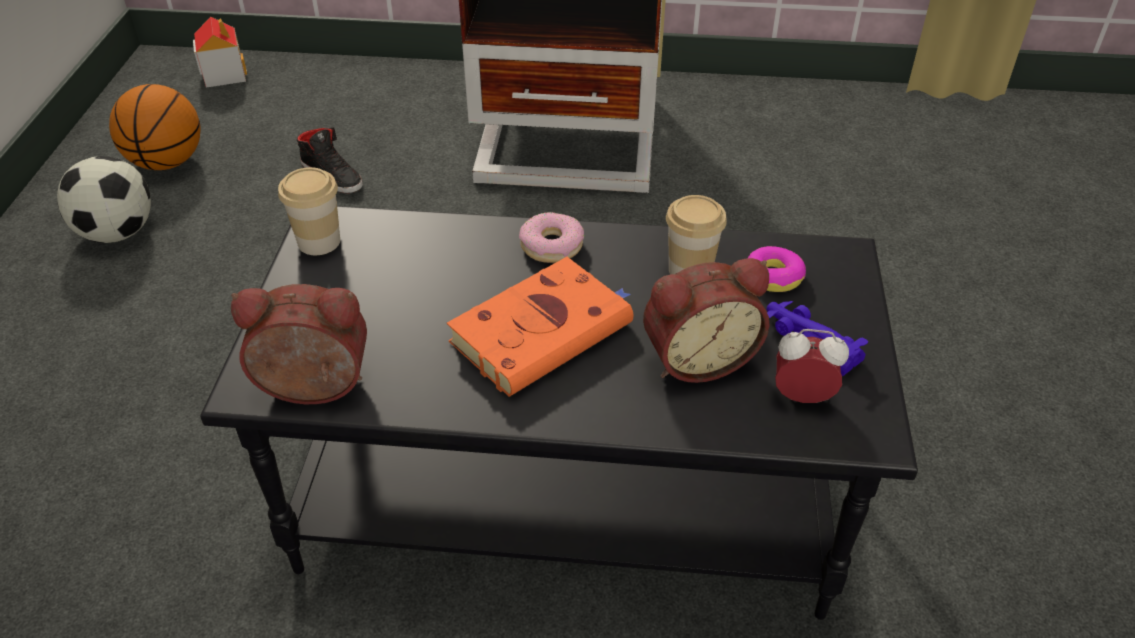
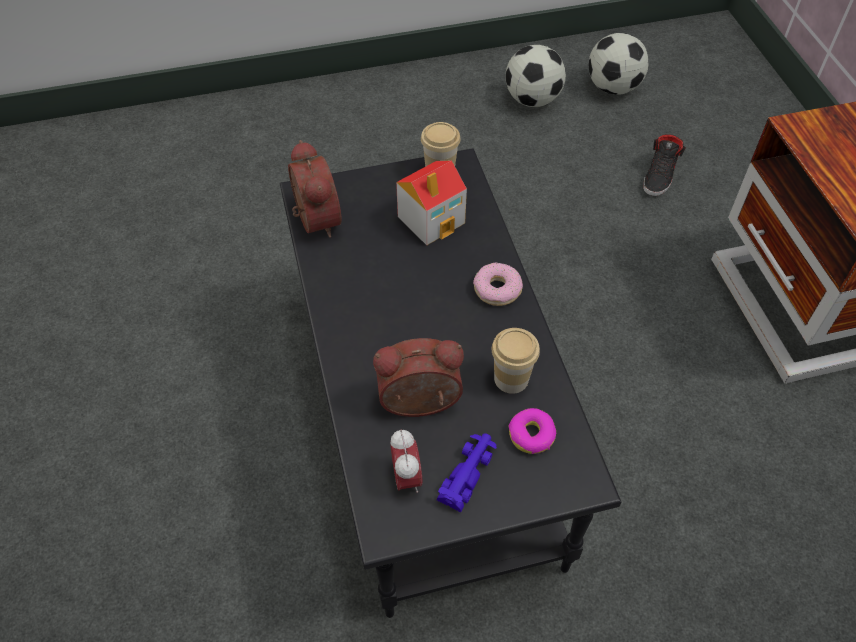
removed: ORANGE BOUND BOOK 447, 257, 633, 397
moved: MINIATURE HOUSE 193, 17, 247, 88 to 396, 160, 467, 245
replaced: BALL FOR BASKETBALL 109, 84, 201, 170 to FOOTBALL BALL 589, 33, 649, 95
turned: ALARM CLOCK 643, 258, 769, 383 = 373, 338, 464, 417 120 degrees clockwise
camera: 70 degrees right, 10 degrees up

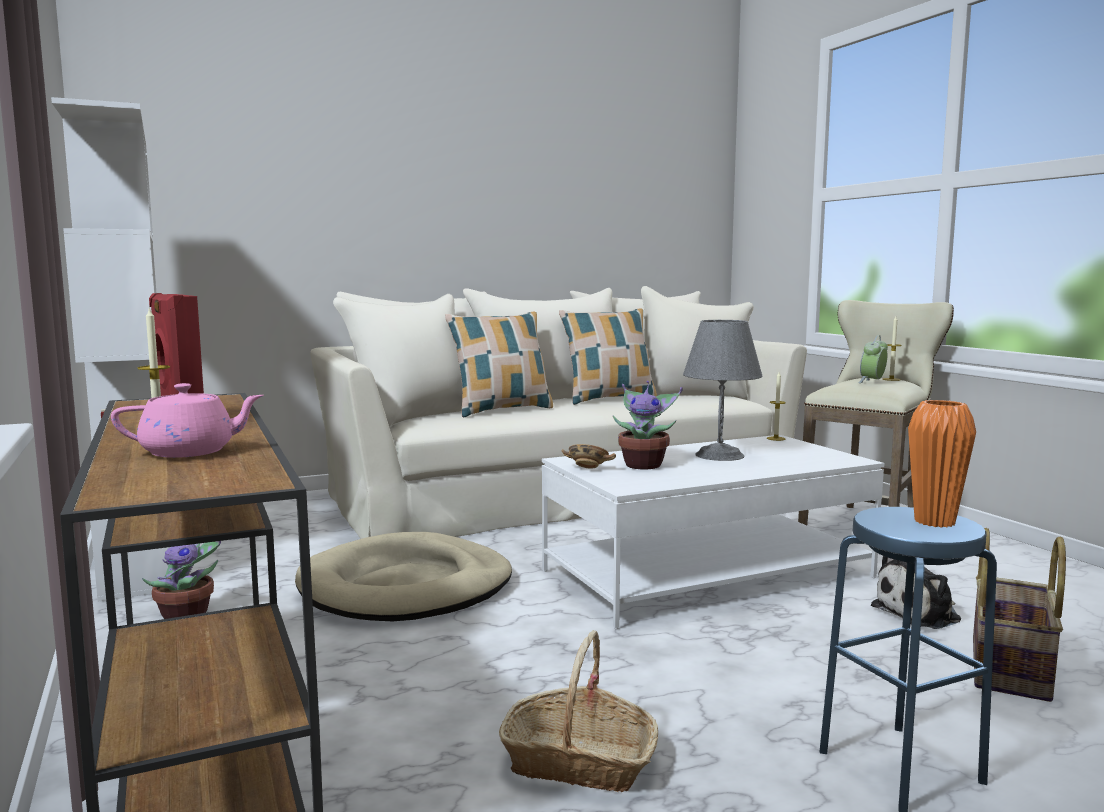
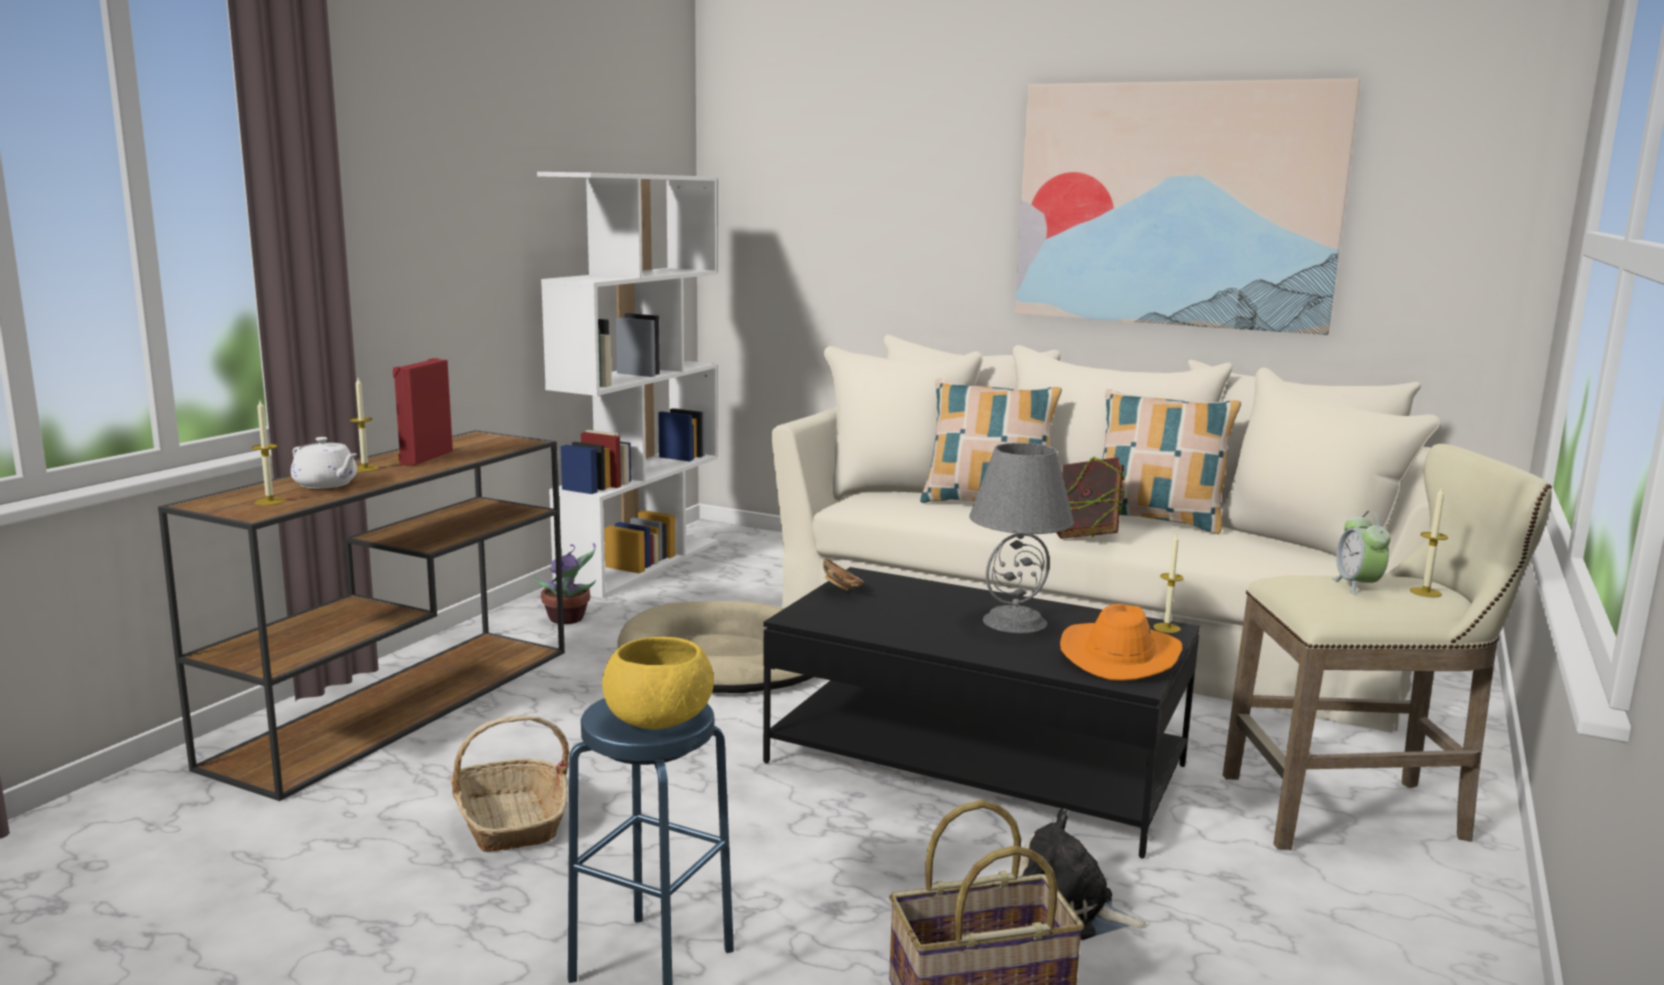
removed: POTTED PLANT 613, 381, 683, 469
added: WAX LIGHT 251, 400, 285, 505; WALL ART 1015, 78, 1360, 335; BOUND BOOK 1056, 457, 1125, 539; ORANGE WEARABLE HAT 1060, 604, 1182, 681
replaced: ORANGE VASE 908, 400, 976, 528 to YELLOW BOWL 602, 637, 714, 729
recoloured: PINKISH TEA POT 111, 383, 264, 458 to WHITE-COLOURED TEA POT 291, 437, 357, 489; WHITE-COLOURED LOUNGE TABLE 542, 435, 884, 629 to BLACK-COLOURED LOUNGE TABLE 763, 567, 1200, 859
turned: ALARM CLOCK 859, 335, 888, 383 = 1332, 511, 1391, 595 90 degrees counterclockwise
camera: 50 degrees right, 5 degrees up

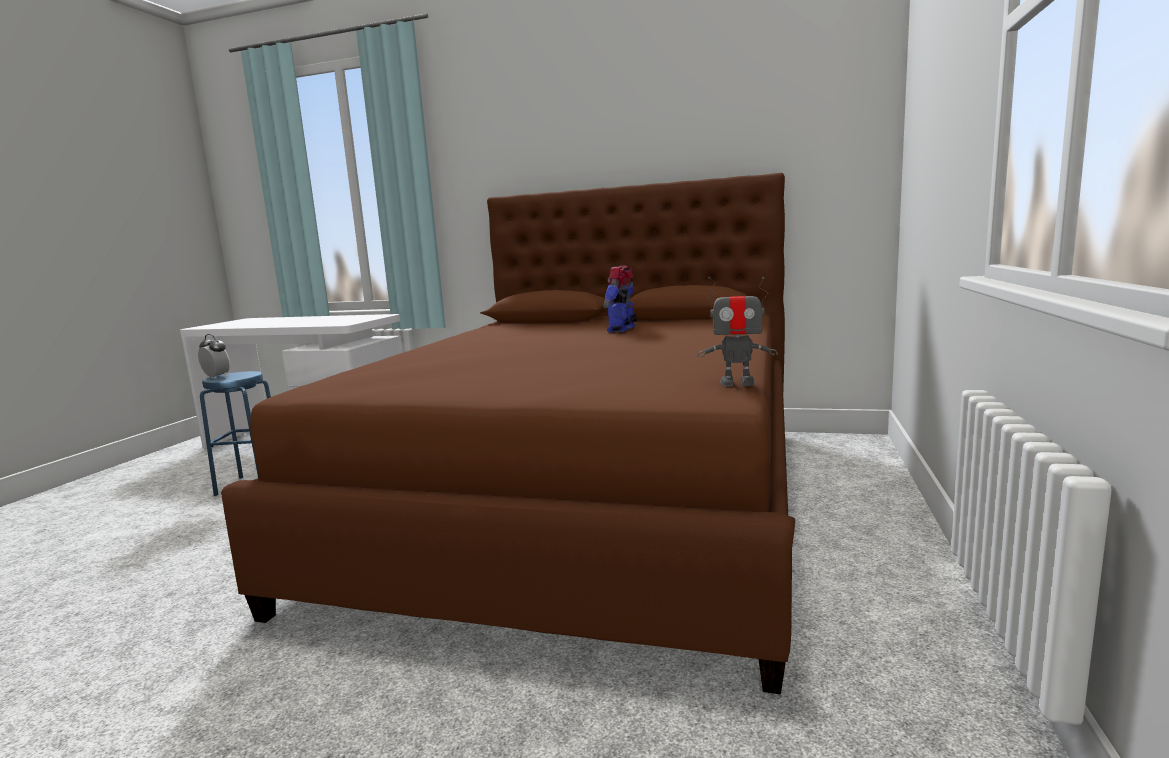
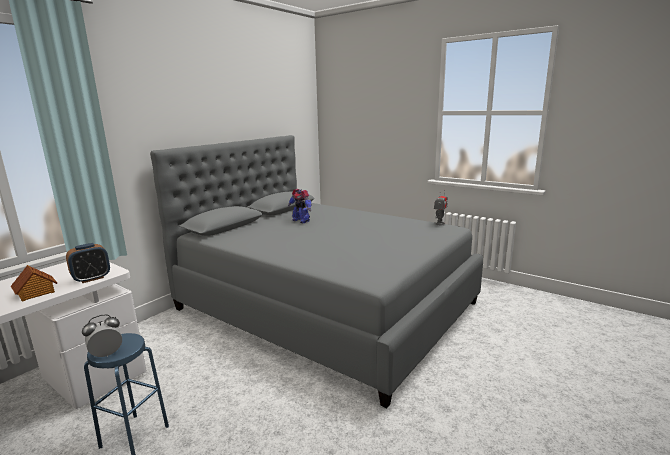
added: MINIATURE HOUSE 11, 265, 58, 302; ALARM CLOCK 66, 243, 110, 283
recoloured: BROWN SLEEPING BED 221, 173, 795, 694 to GRAY SLEEPING BED 150, 135, 483, 408
camera: 70 degrees left, 5 degrees up

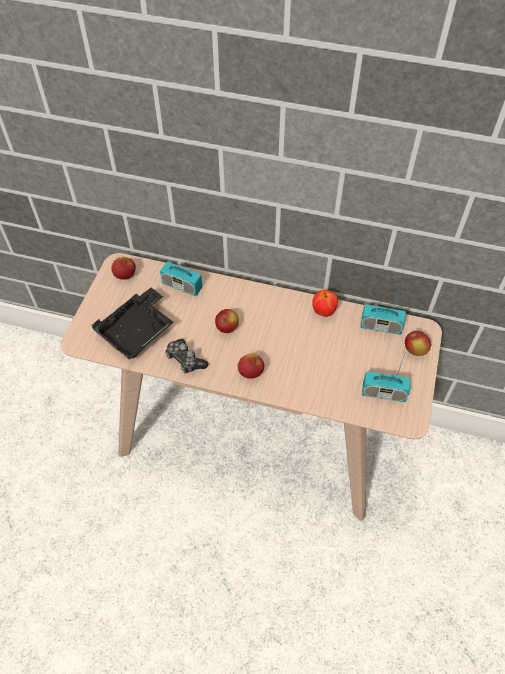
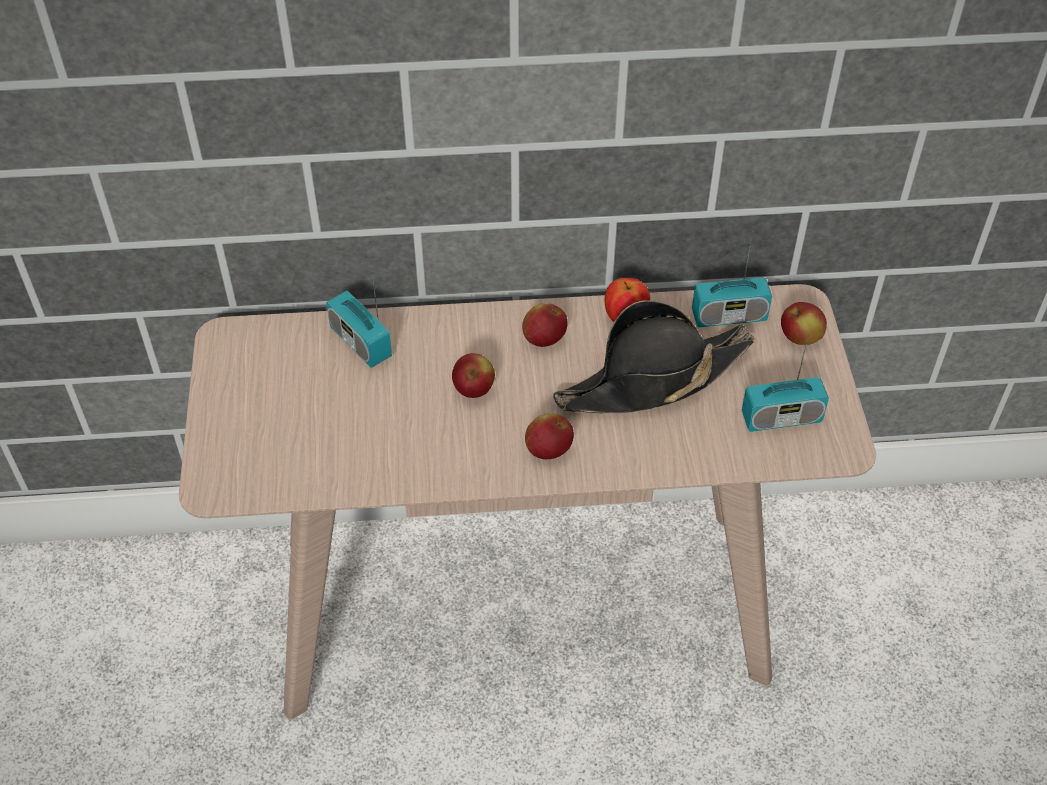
removed: BLACK-COLOURED CARRYING TRAY 92, 287, 174, 360; GAME CONTROLLER 165, 339, 208, 373
added: BLACK-COLOURED WEARABLE HAT 553, 300, 755, 414
moved: APPLE 111, 257, 136, 280 to 522, 303, 568, 347
turned: RADIO 160, 246, 202, 296 = 326, 266, 392, 368 45 degrees clockwise
camera: 20 degrees left, 5 degrees down

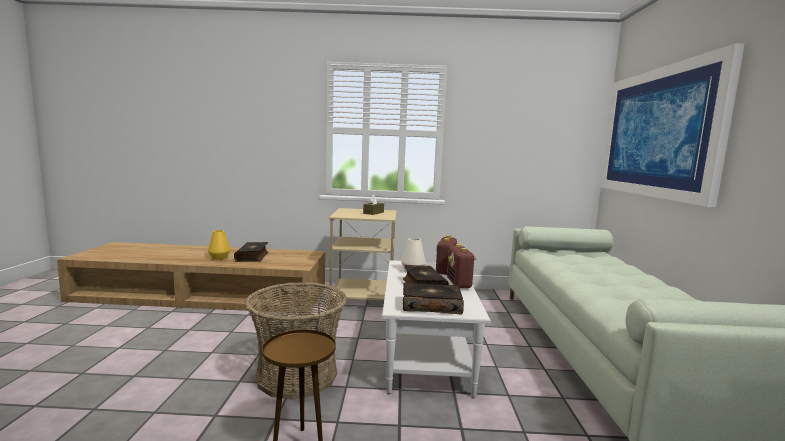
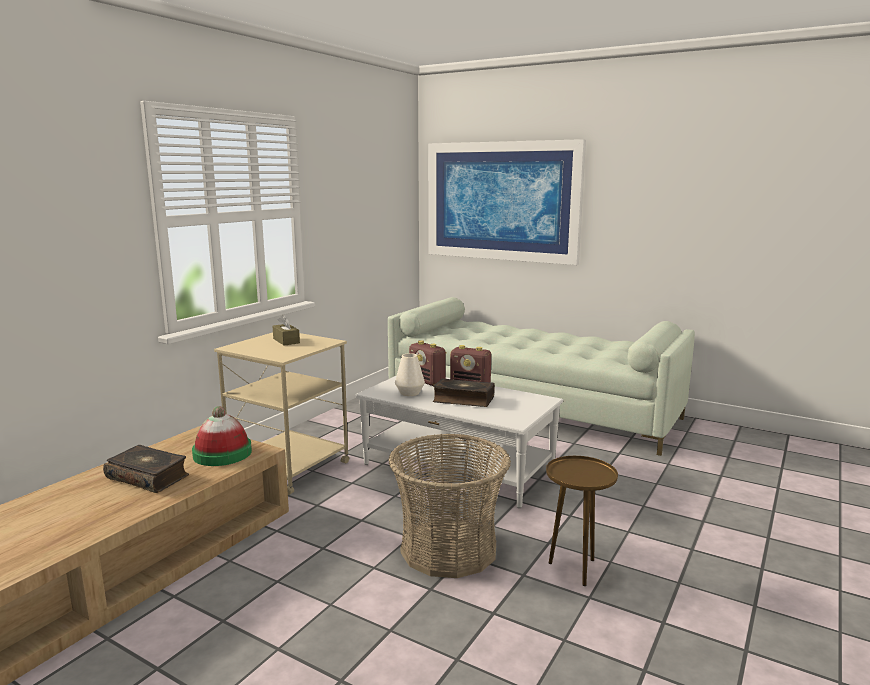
removed: YELLOW VASE 208, 230, 230, 260; BOUND BOOK 403, 283, 464, 315
added: WEARABLE HAT 192, 406, 252, 466
camera: 60 degrees left, 5 degrees up

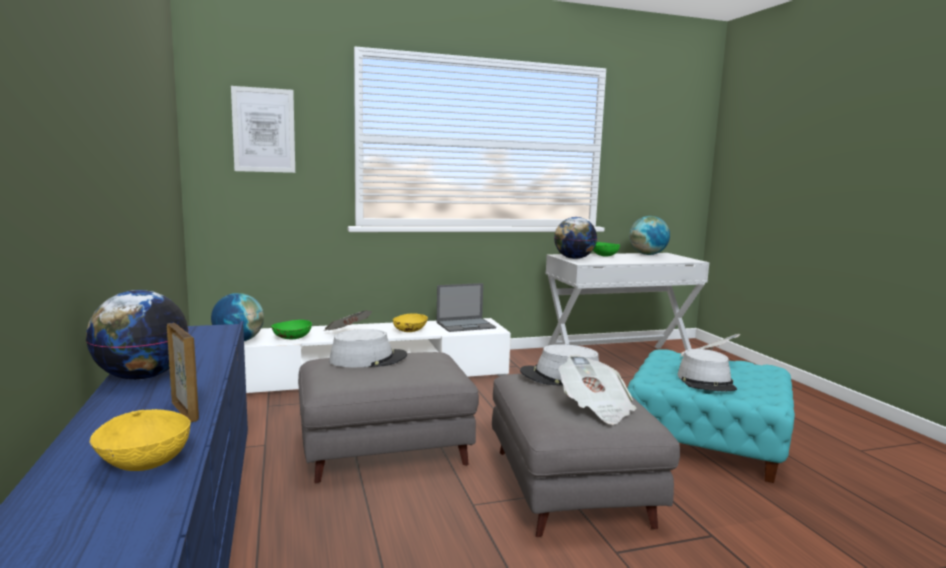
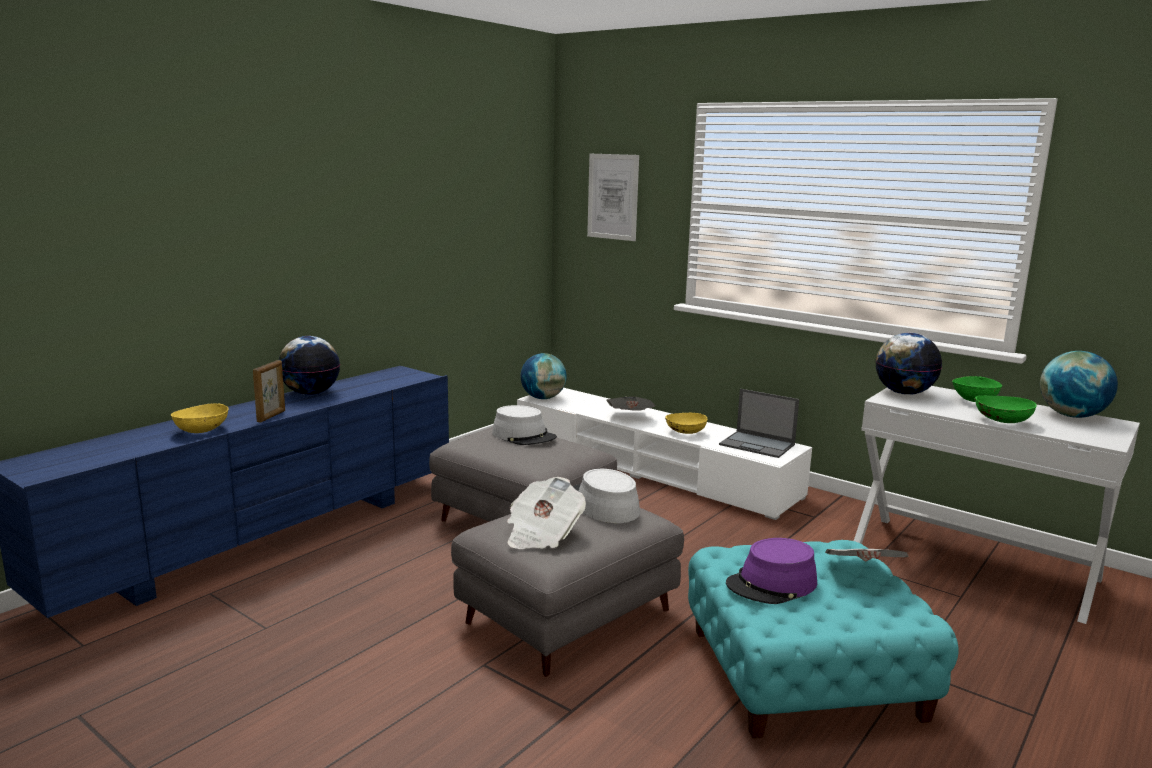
moved: GREEN-COLOURED BOWL 271, 320, 312, 339 to 974, 395, 1037, 423
recoloured: GRAY WEARABLE HAT 678, 349, 737, 391 to PURPLE-COLOURED WEARABLE HAT 726, 538, 817, 604
camera: 55 degrees right, 5 degrees up

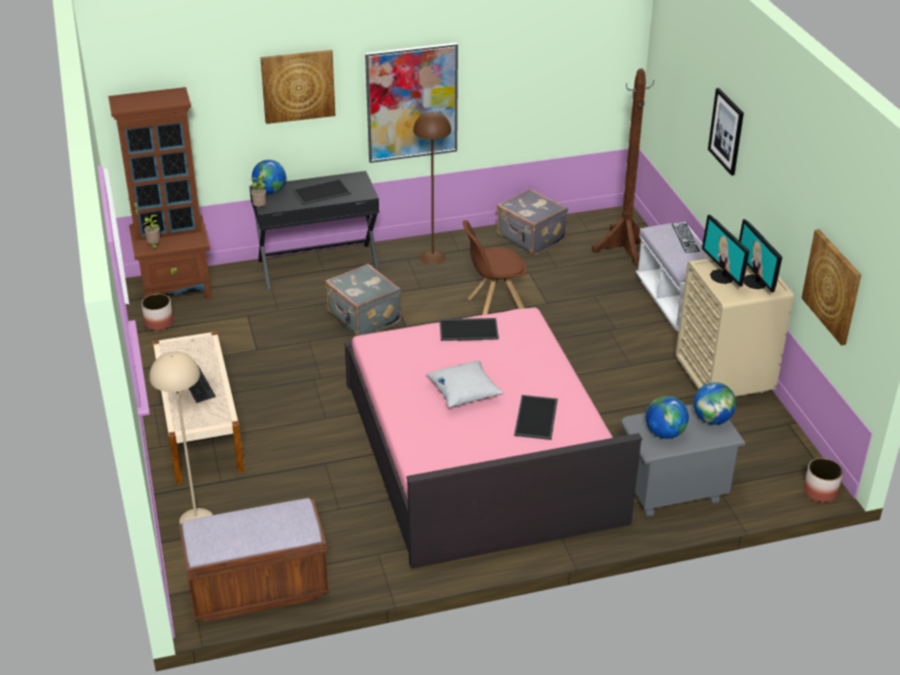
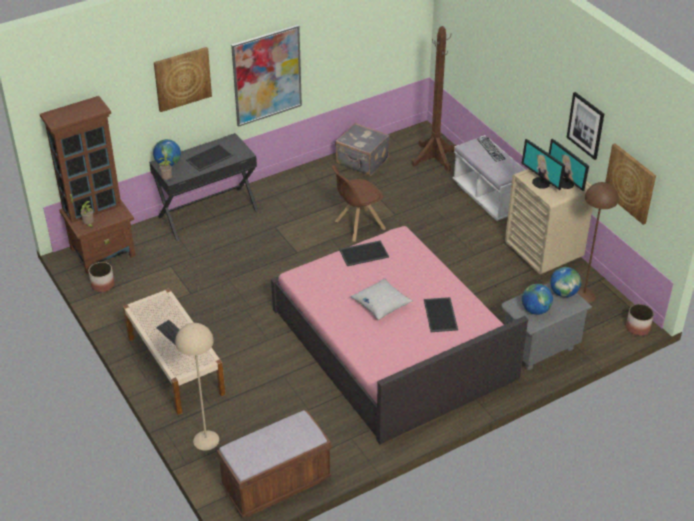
removed: GRAY SUITCASE 325, 264, 401, 336
moved: BROWN STANDING LAMP 413, 111, 451, 265 to 577, 182, 619, 303; WALL ART 708, 88, 744, 176 to 567, 92, 604, 160
camera: 15 degrees left, 5 degrees up

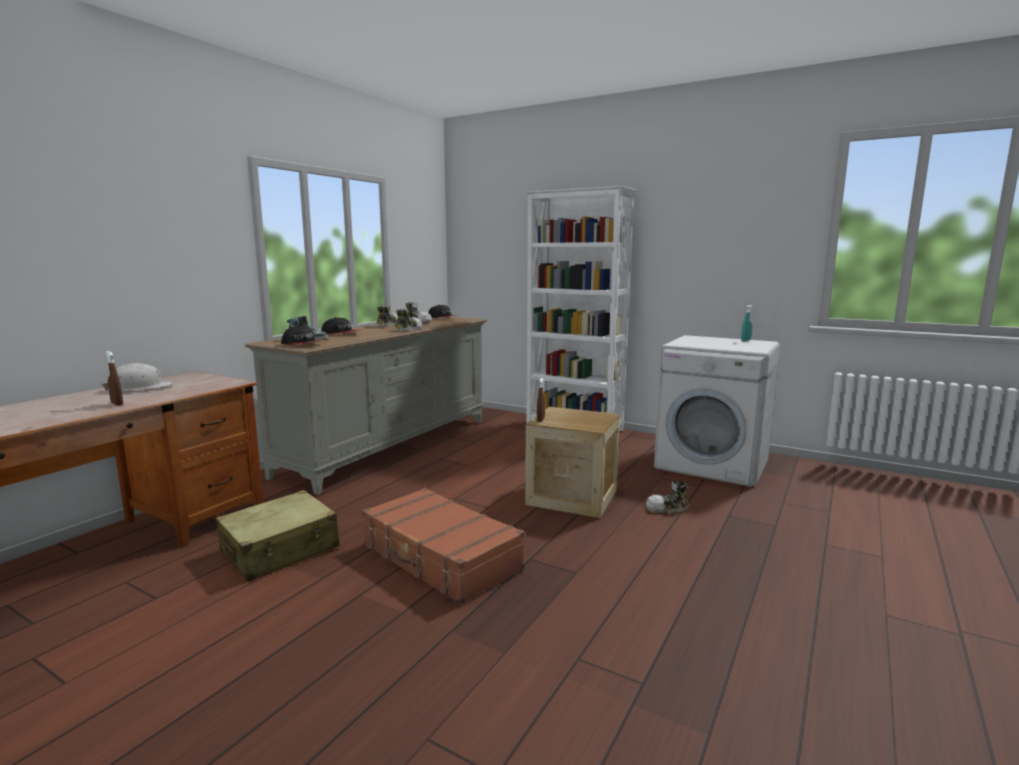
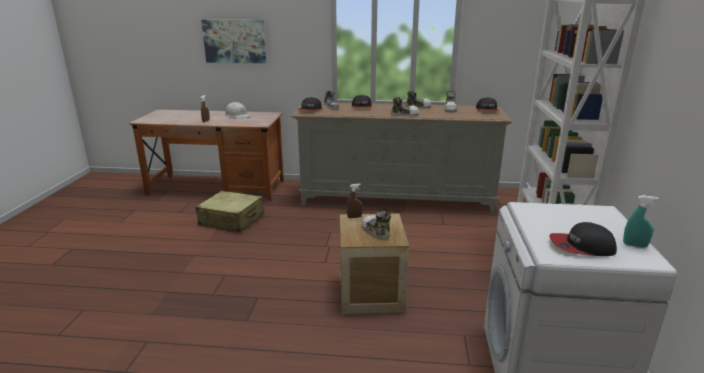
removed: BROWN SUITCASE 362, 488, 525, 605
added: WALL ART 201, 20, 266, 63; CAP 549, 222, 617, 256
moved: SHOE 646, 481, 688, 513 to 362, 211, 391, 239
camera: 65 degrees right, 10 degrees up

